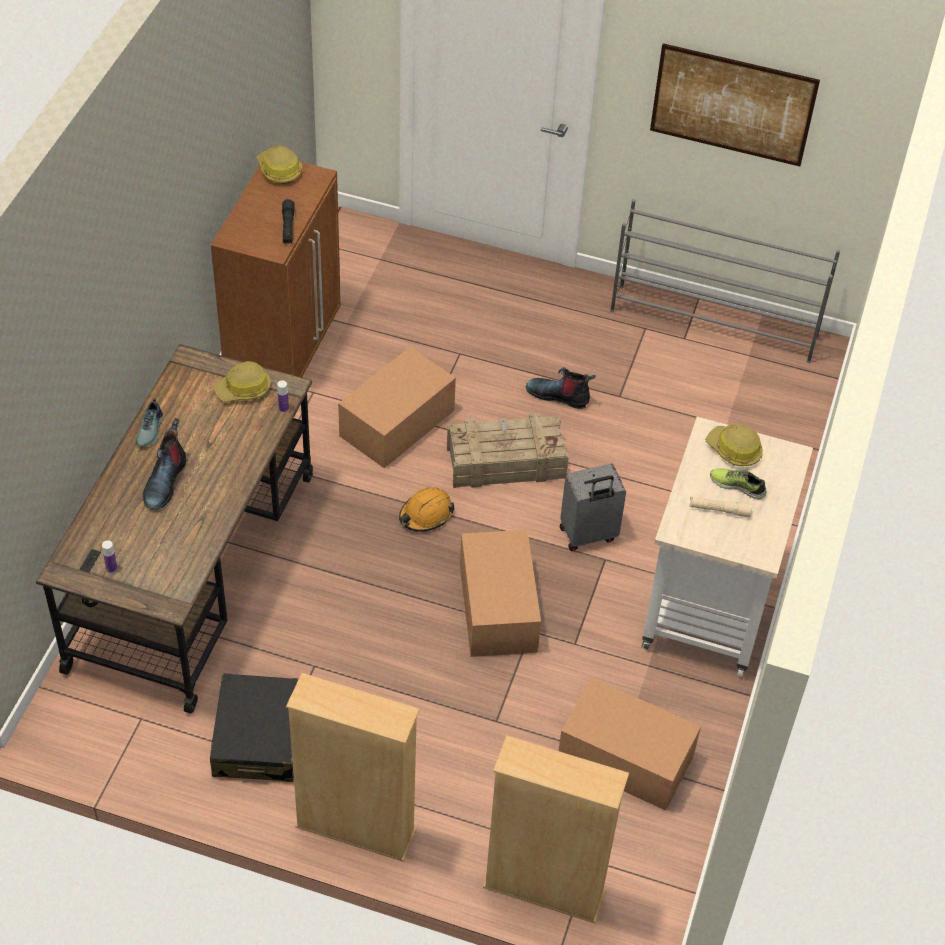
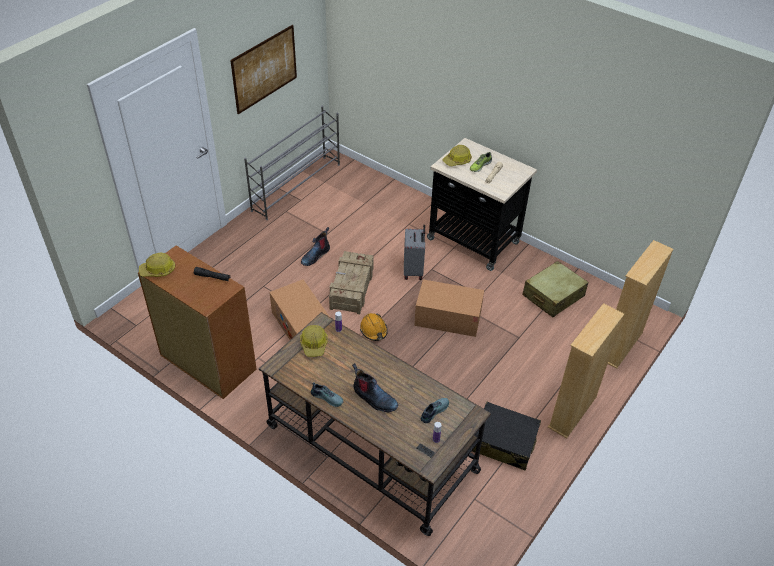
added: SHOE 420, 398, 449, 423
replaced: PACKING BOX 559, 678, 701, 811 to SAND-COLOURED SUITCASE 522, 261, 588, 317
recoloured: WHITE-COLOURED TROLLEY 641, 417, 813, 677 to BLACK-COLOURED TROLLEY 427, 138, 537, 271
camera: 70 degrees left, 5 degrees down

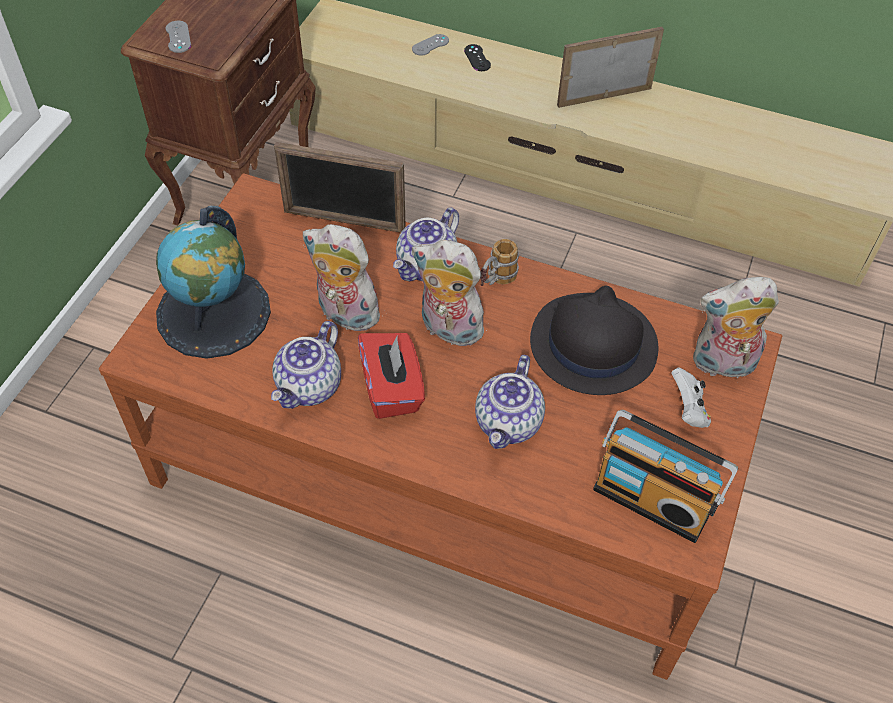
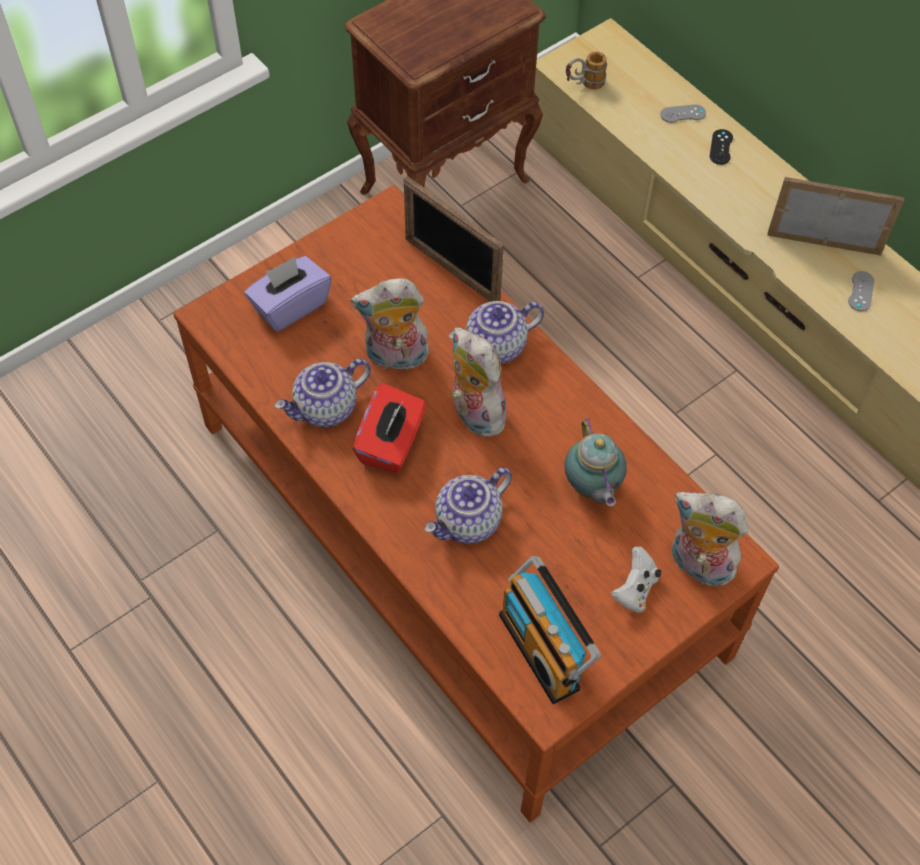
moved: GRAY GAME CONTROLLER 166, 21, 191, 53 to 848, 271, 874, 311; COFFEE MUG 480, 239, 519, 286 to 566, 51, 607, 90
replaced: DESK GLOBE 156, 206, 271, 359 to PURPLE-COLOURED BOX OF TISSUES 244, 256, 331, 331; BLACK-COLOURED WEARABLE HAT 530, 286, 658, 395 to TEA POT 564, 418, 627, 506
turned: PLUSH TOY 303, 224, 380, 331 = 351, 278, 432, 370 60 degrees counterclockwise
camera: 30 degrees right, 5 degrees up

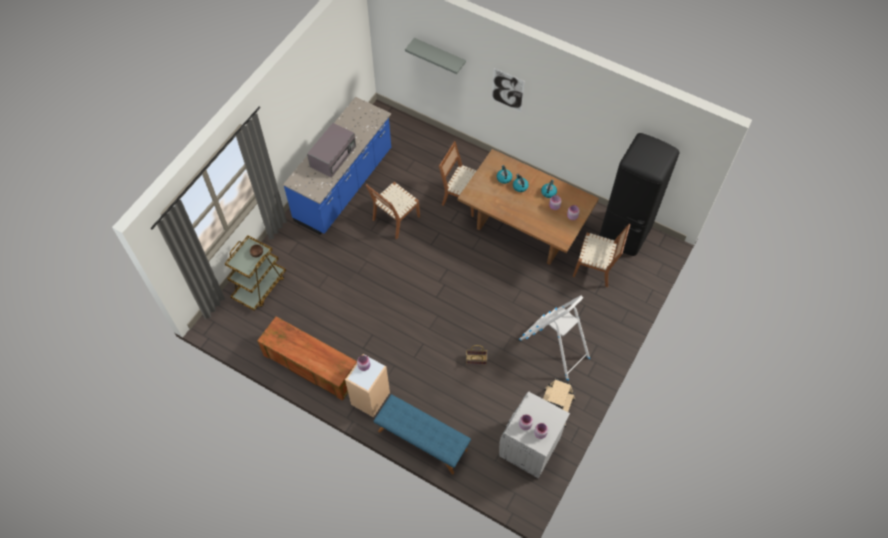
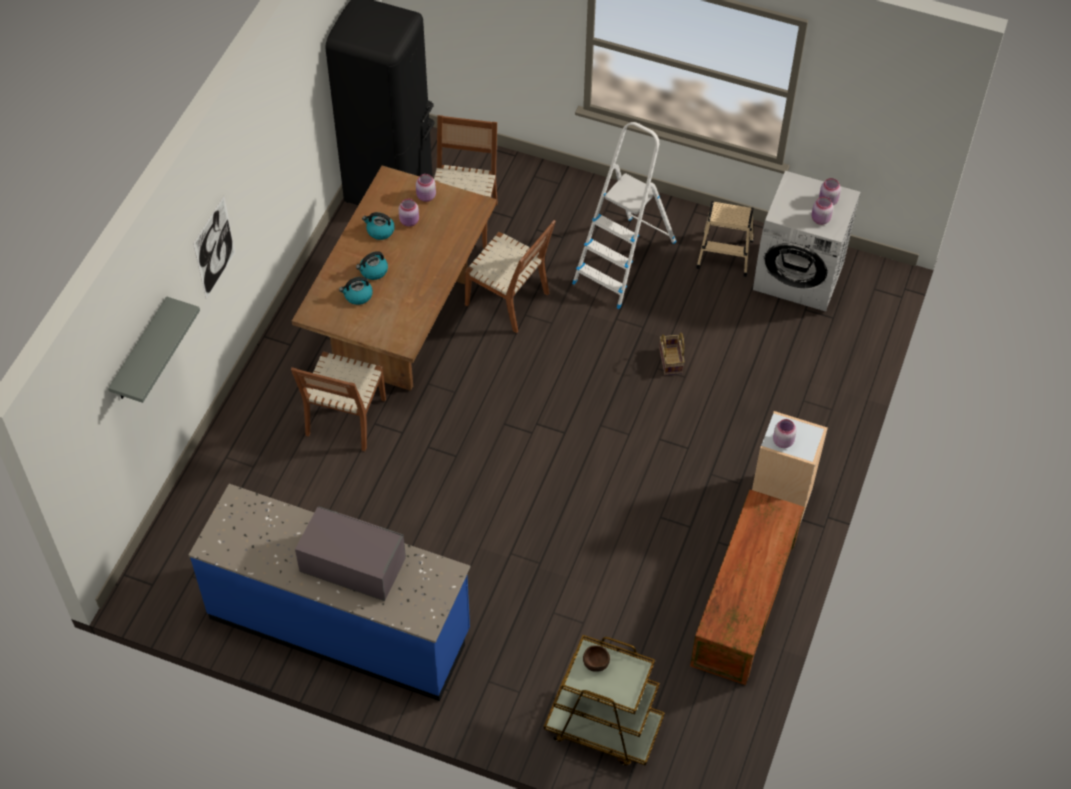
removed: BLUE INDOOR BENCH 374, 394, 471, 474
moved: PLAIN CHAIR 366, 182, 420, 239 to 465, 220, 556, 333
camera: 100 degrees left, 5 degrees down

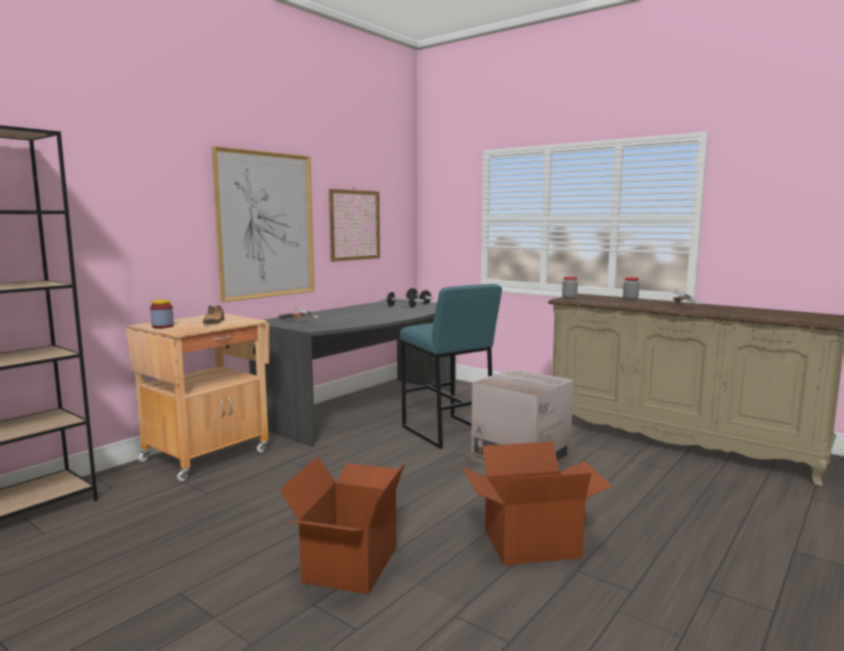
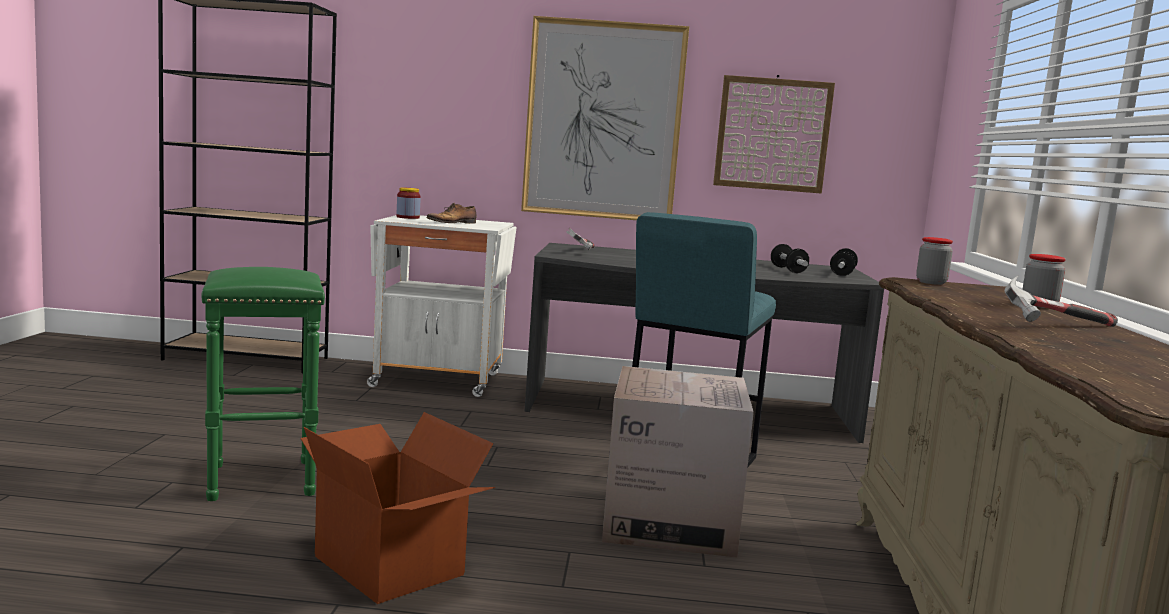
replaced: PACKING BOX 279, 456, 405, 594 to GREEN-COLOURED STOOL 201, 267, 325, 501
recoloured: BROWN TROLLEY 126, 314, 270, 482 to WHITE-COLOURED TROLLEY 367, 215, 517, 397
camera: 55 degrees right, 0 degrees up

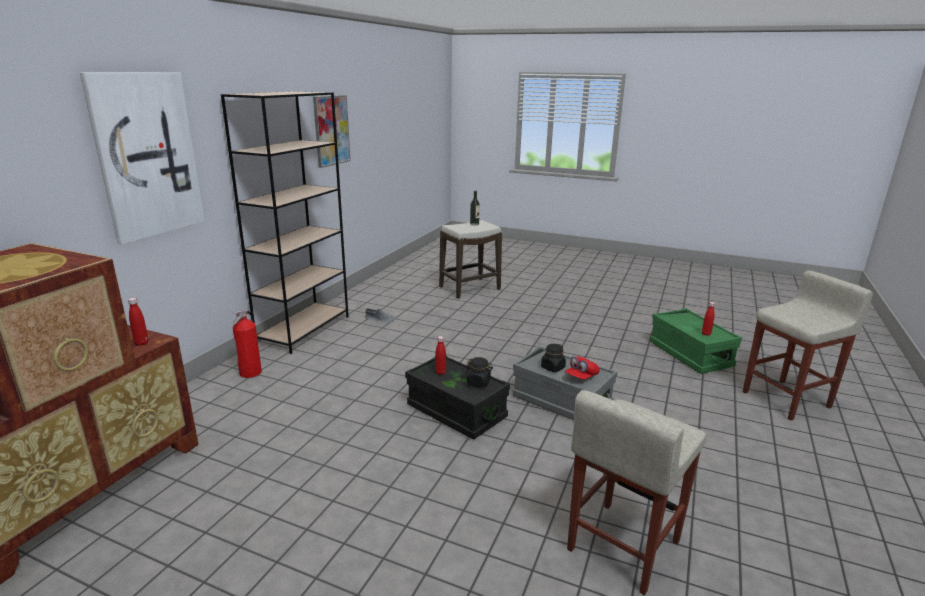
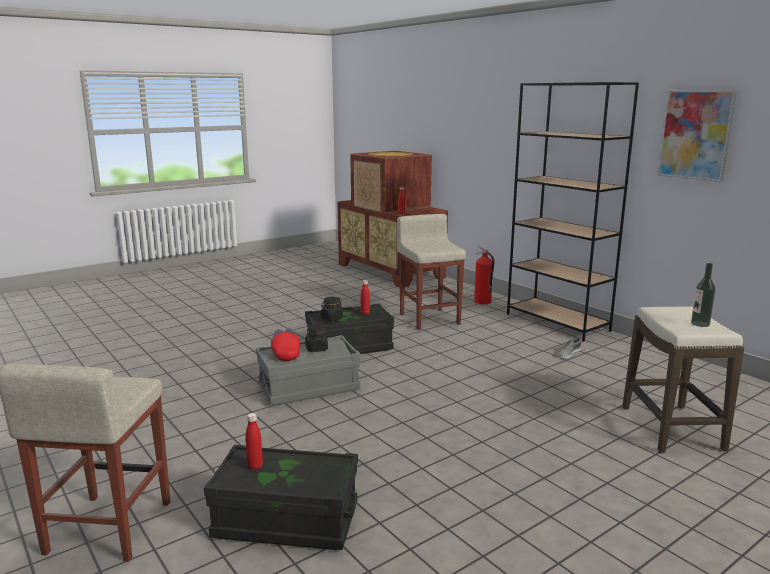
removed: WALL ART 80, 72, 204, 245
moved: SAND-COLOURED STOOL 567, 390, 706, 595 to 397, 214, 466, 330
recoloured: GREEN-COLOURED STORAGE BIN 650, 308, 742, 374 to BLACK-COLOURED STORAGE BIN 204, 445, 358, 550
camera: 120 degrees right, 5 degrees down

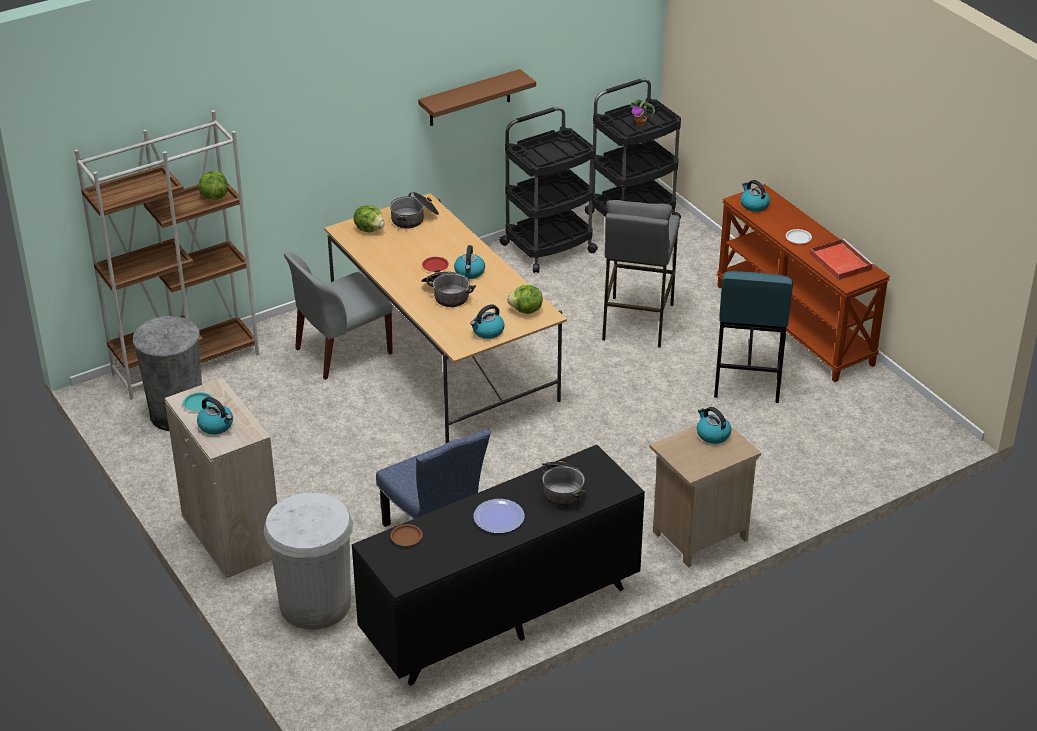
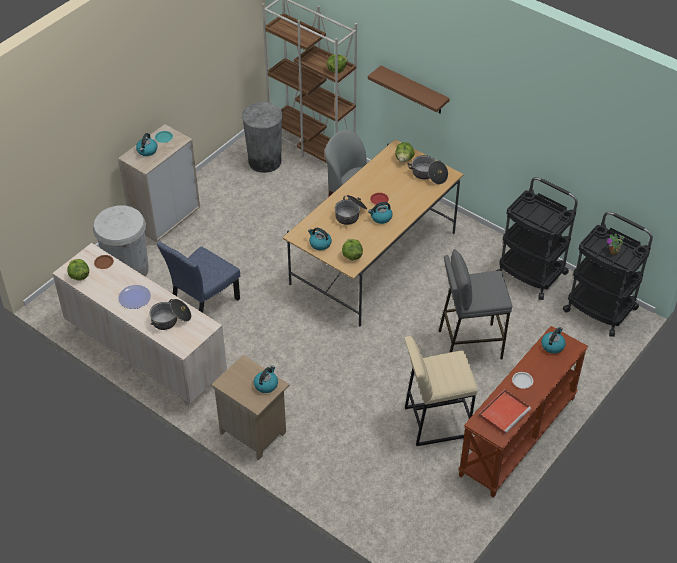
added: HEAD OF LETTUCE 67, 259, 89, 281
moved: BROWN SHELF 418, 69, 536, 126 to 368, 66, 450, 114
recoloured: BLACK-COLOURED DRAWER CHEST 352, 445, 645, 686 to SAND-COLOURED DRAWER CHEST 52, 243, 227, 406; TURQUOISE-COLOURED STOOL 714, 271, 793, 403 to SAND-COLOURED STOOL 404, 336, 478, 446
camera: 70 degrees right, 10 degrees up

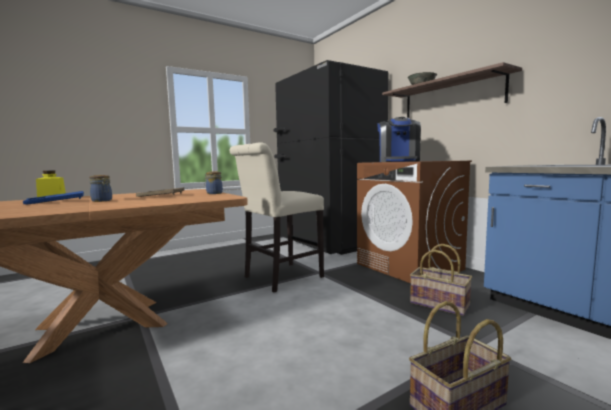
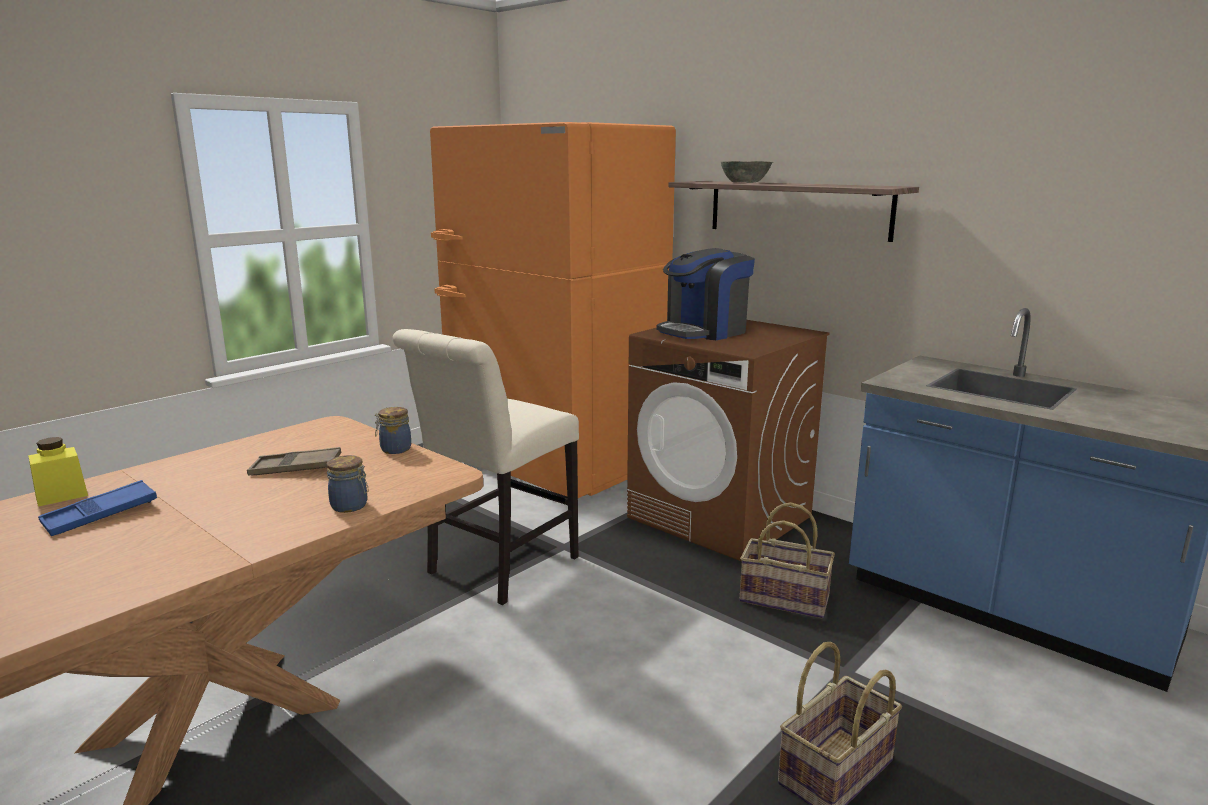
moved: STORAGE JAR 89, 175, 112, 202 to 327, 455, 369, 513
recoloured: BLACK-COLOURED FRIDGE 273, 60, 388, 255 to ORANGE FRIDGE 430, 122, 676, 498
turned: COFFEE MACHINE 377, 117, 421, 162 = 656, 248, 755, 340 60 degrees clockwise
camera: 15 degrees left, 10 degrees up

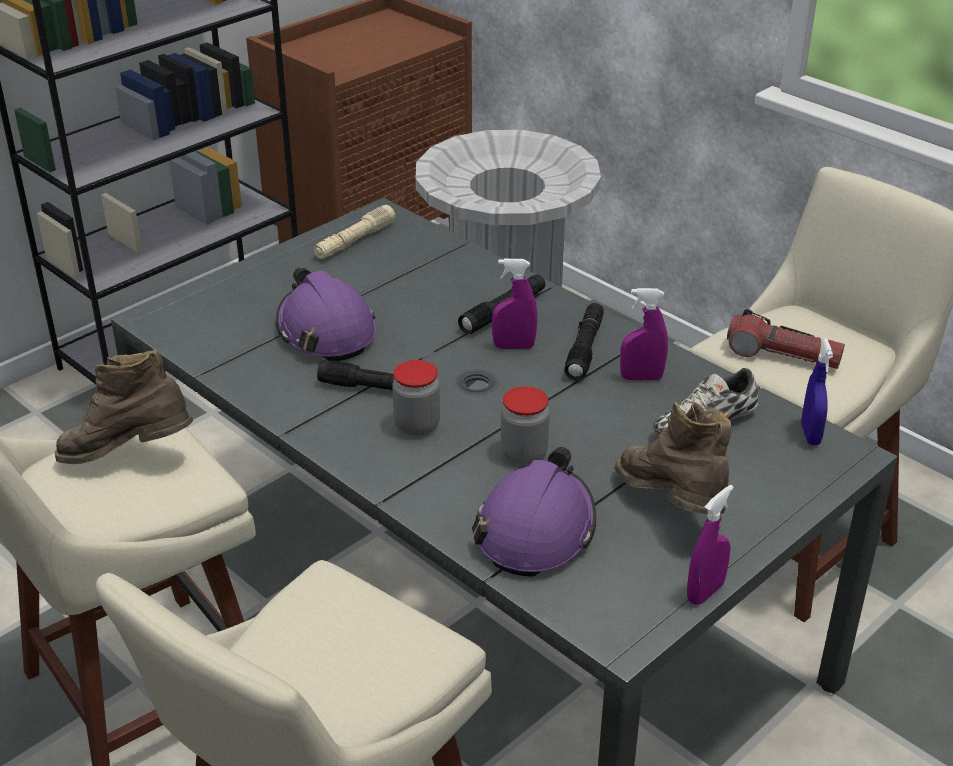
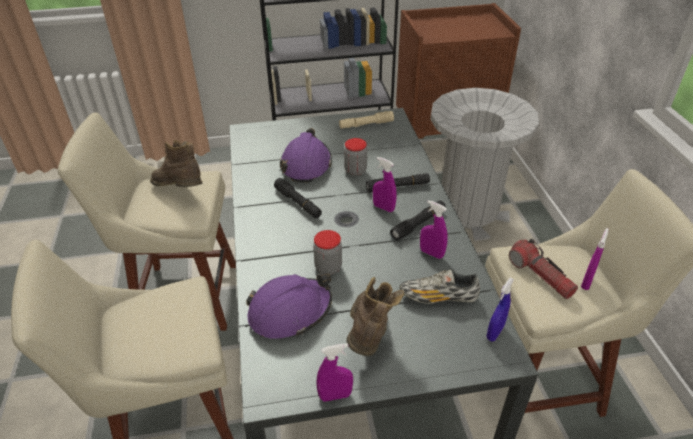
added: PURPLE-COLOURED HAND SPRAYER 581, 228, 609, 290
moved: STORAGE JAR 392, 360, 440, 436 to 344, 138, 367, 176
camera: 35 degrees right, 5 degrees up

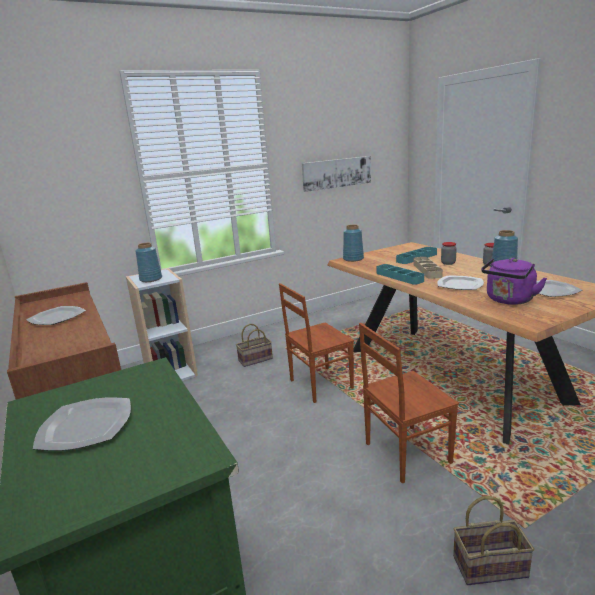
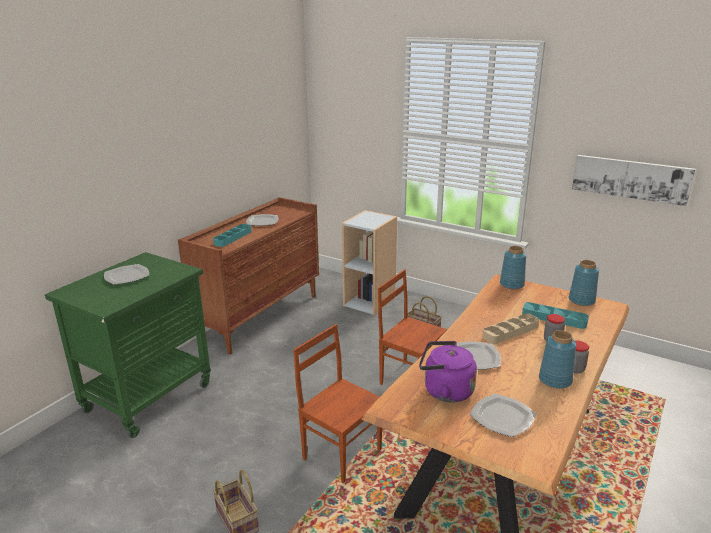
moved: BLUE VASE 136, 243, 162, 282 to 569, 260, 599, 306; TURQUOISE-COLOURED CARRYING TRAY 377, 264, 424, 285 to 213, 224, 252, 247
camera: 60 degrees right, 5 degrees up

